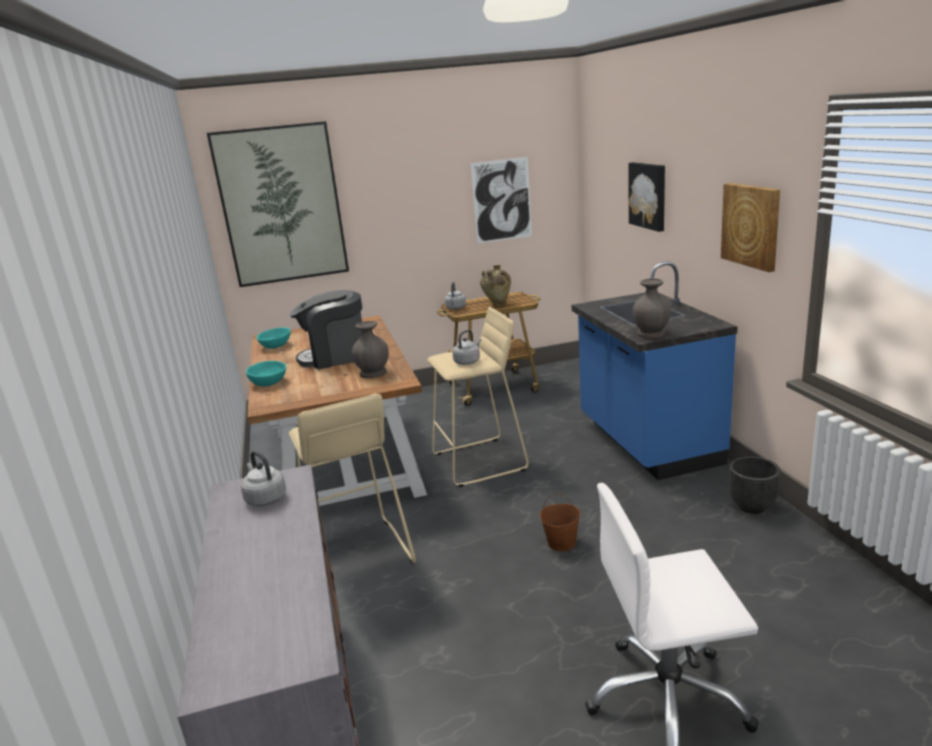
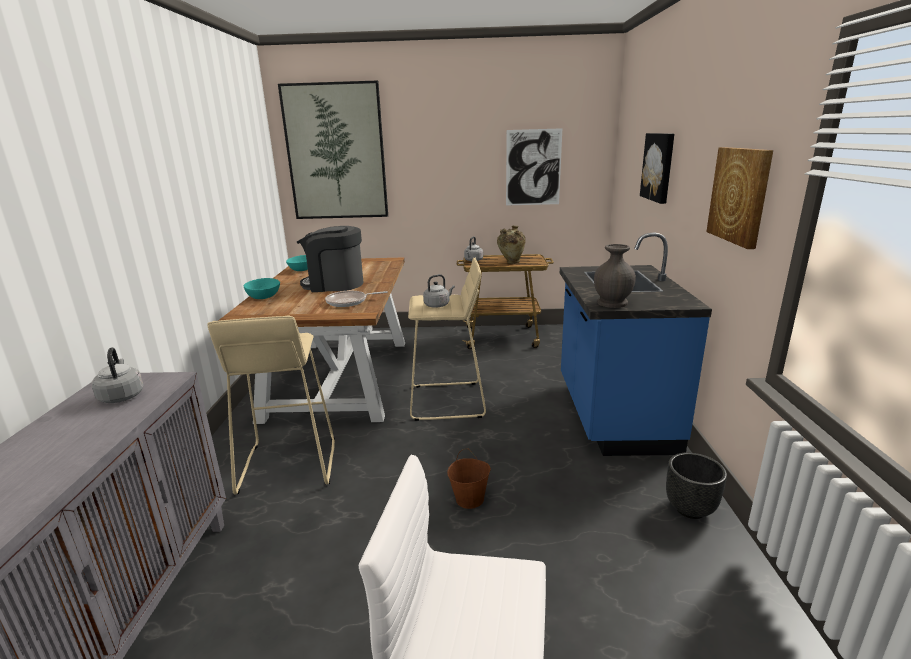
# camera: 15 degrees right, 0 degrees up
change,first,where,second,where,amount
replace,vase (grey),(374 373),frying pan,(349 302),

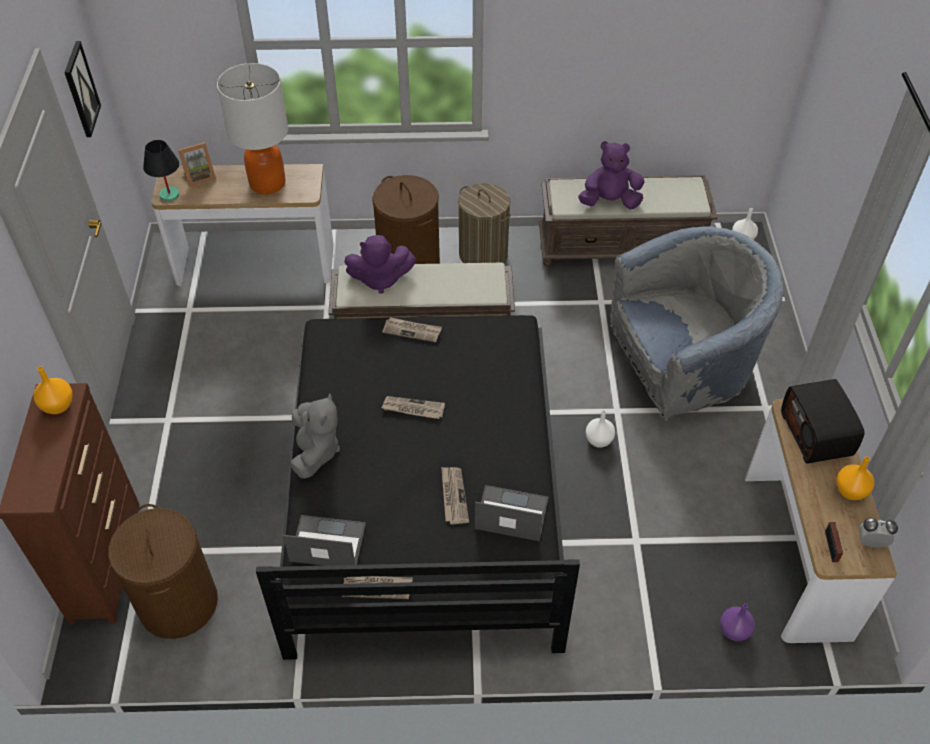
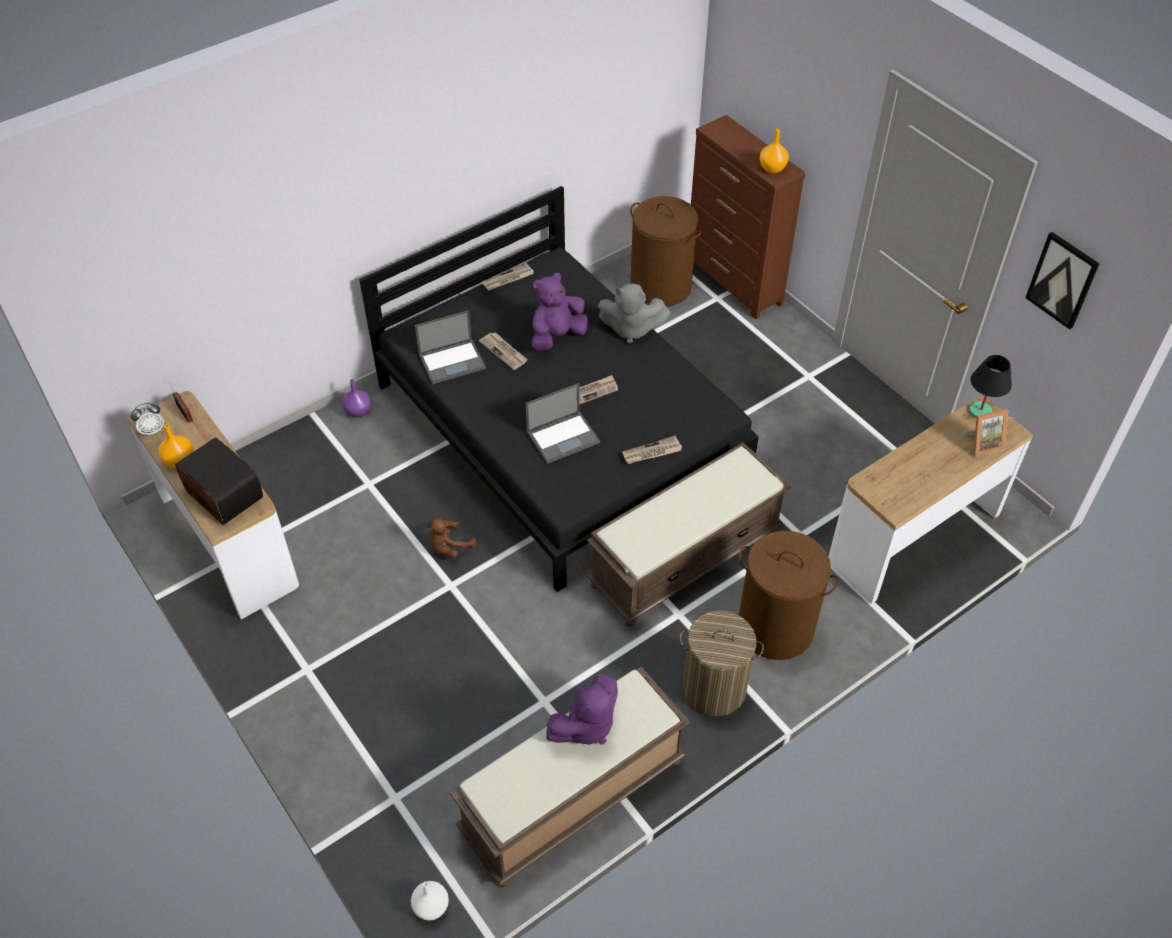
# camera: 145 degrees right, 0 degrees up
change,first,where,second,where,amount
move,vase (purple),(733 630),,(358 412),
replace,vase (white),(599 441),plush toy (brown),(449 548),
move,laptop,(327 543),,(564 437),
move,plush toy (purple),(380 279),,(557 336),
rotate,plush toy (grey),(315 452),,(631 329),45 degrees counterclockwise
rotate,picture frame,(199 177),,(982 444),135 degrees counterclockwise
delete,table lamp,(267 183),,,
delete,armchair (grey),(680 367),,,

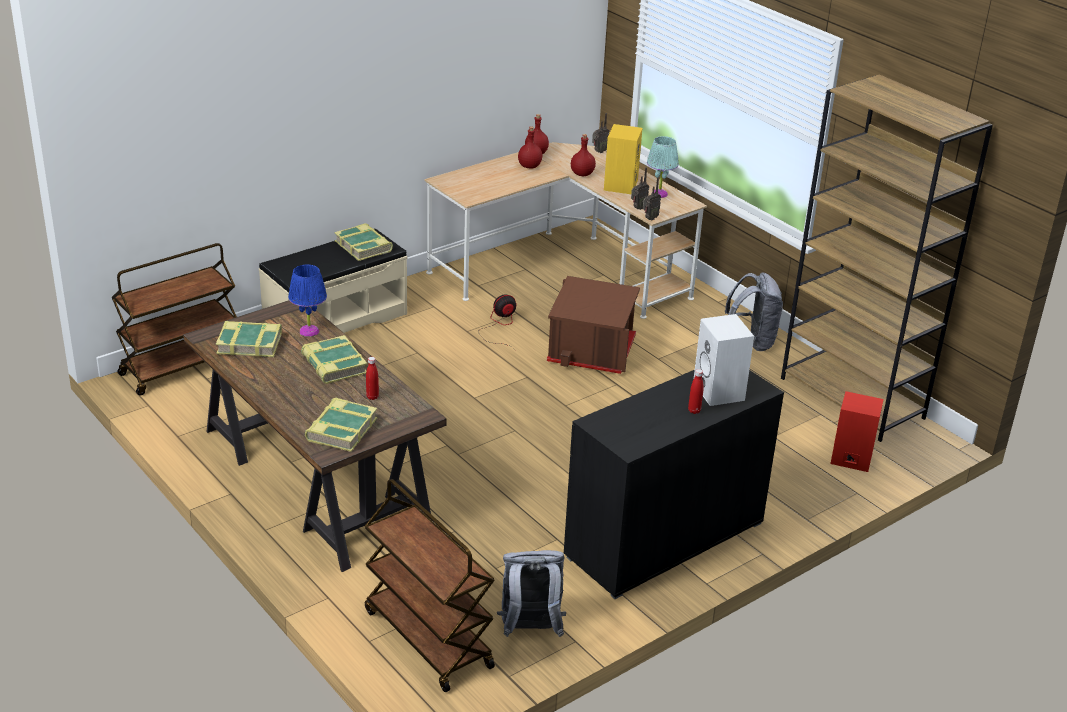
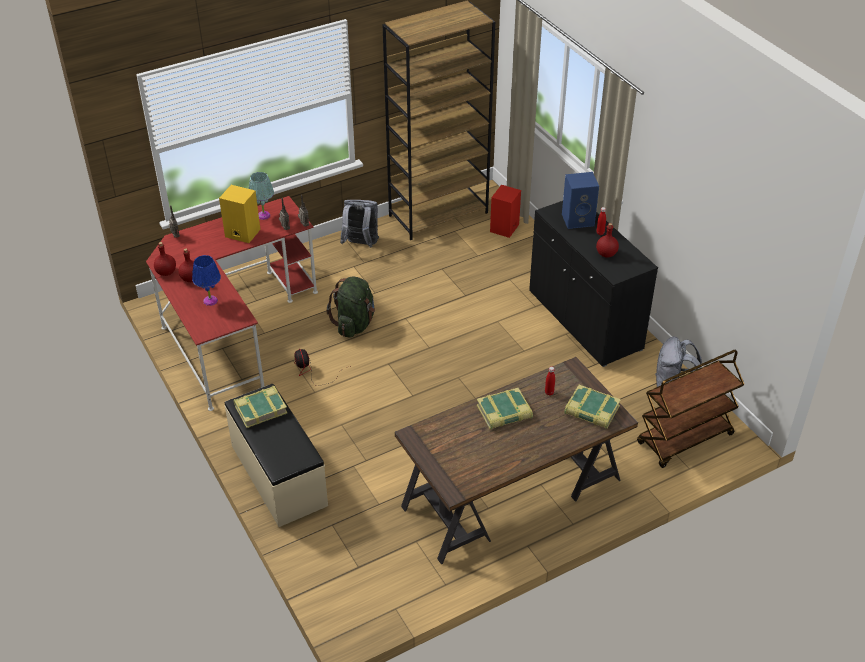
# camera: 80 degrees left, 10 degrees up
change,first,where,second,where,amount
recolor,desk (beige),(562 270),desk (red),(231 327),
move,table lamp (blue),(309 331),,(210 301),
replace,storage box (brown),(592 348),backpack (green),(355 324),
recolor,speaker (white),(720 392),speaker (blue),(578 219),
move,bottle (red),(582 174),,(606 254),
delete,cart (brown),(181 367),,,
delete,book,(250 343),,,

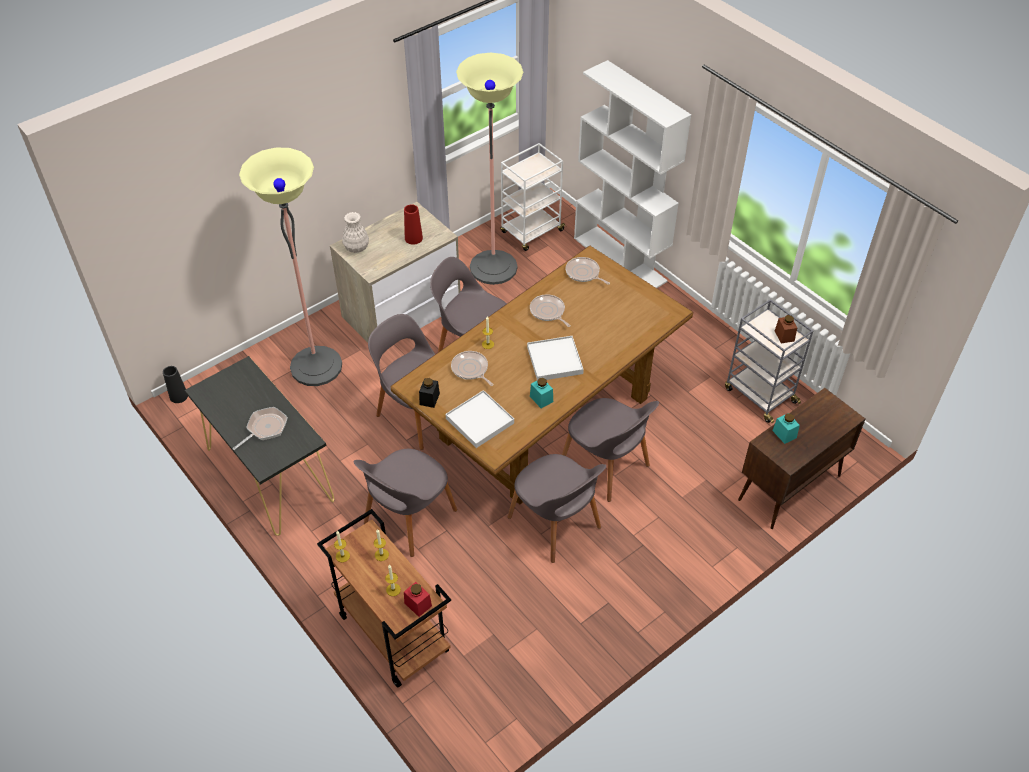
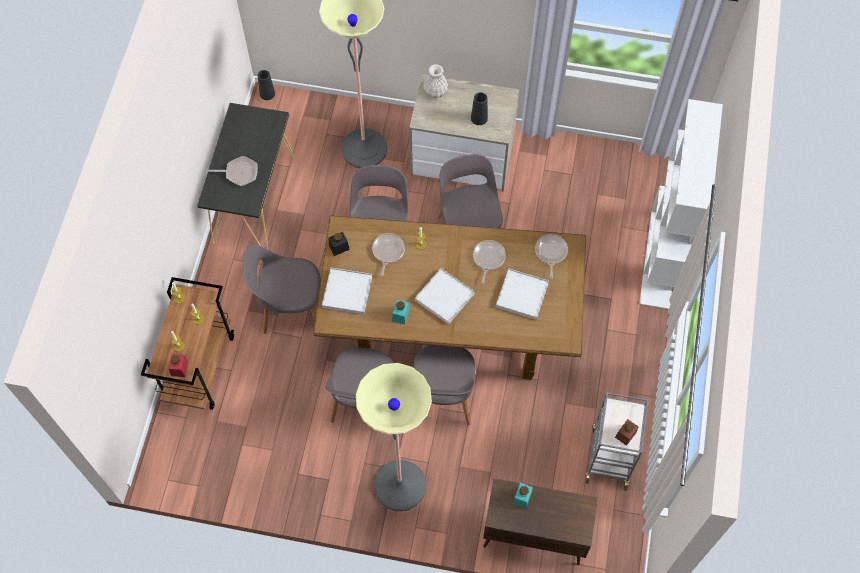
# camera: 50 degrees right, 15 degrees up
change,first,where,second,where,amount
move,floor lamp,(493 268),,(400 485),
recolor,vase (red),(413 238),vase (black),(479 118),
insert,,,tray (white),(522 295),
delete,cart (white),(531 232),,,

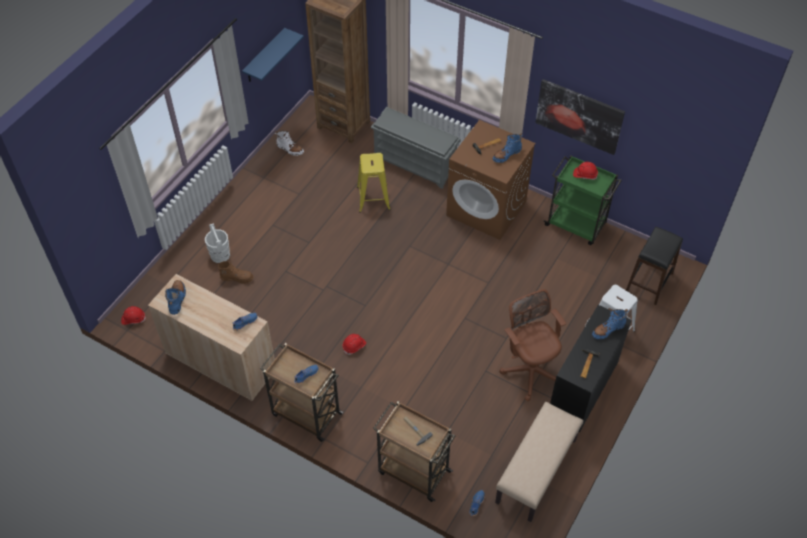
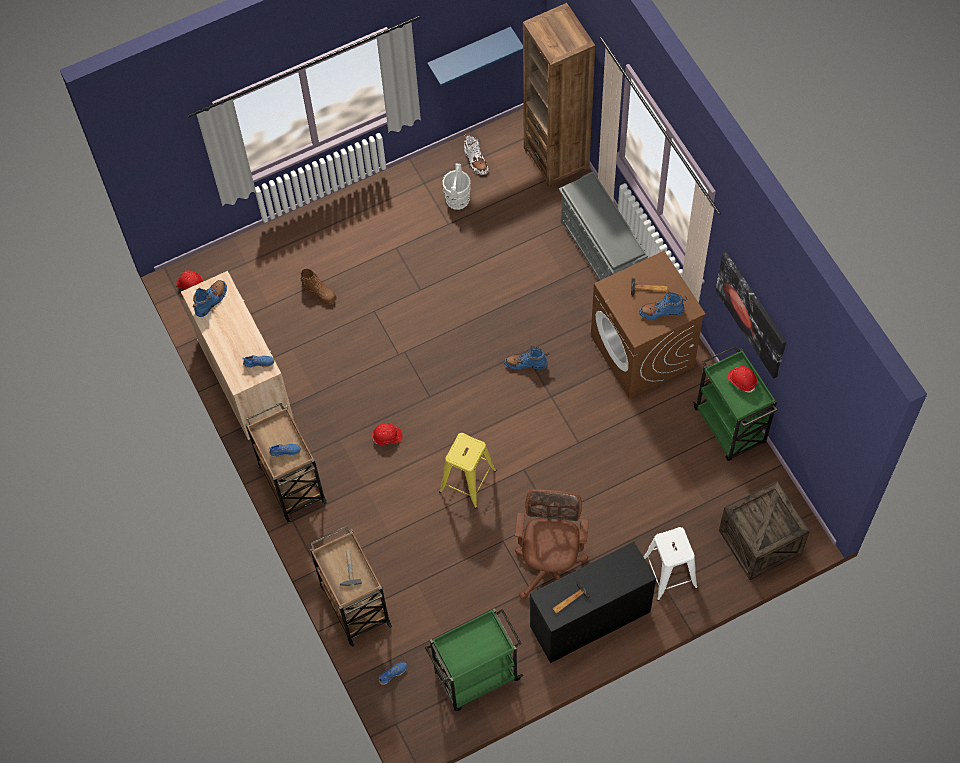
# camera: 35 degrees right, 10 degrees up
change,first,where,second,where,amount
replace,bench (beige),(536 471),cart (green),(476 677),
move,stool (yellow),(373 198),,(467 481),
move,bucket (white),(220 255),,(457 199),
move,boot (blue),(608 329),,(526 363),
replace,stool (black),(649 282),crate,(760 542),

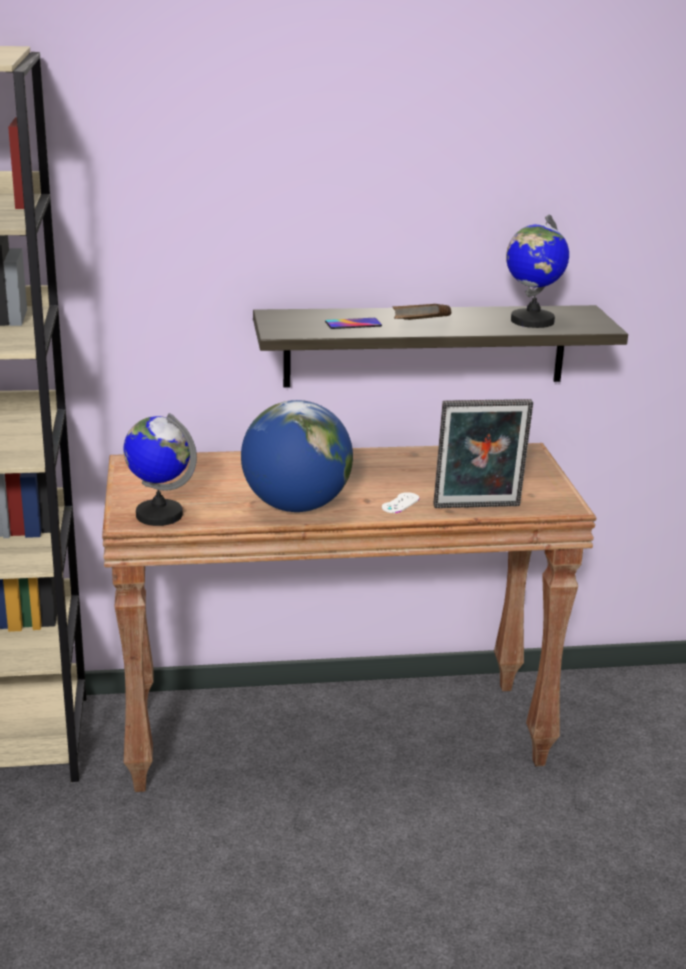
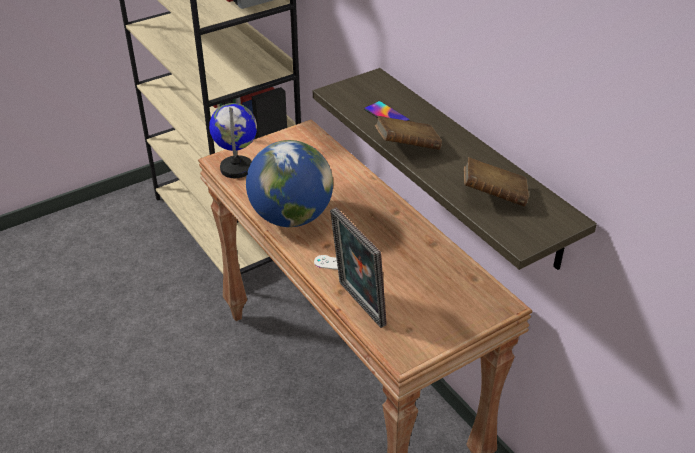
# camera: 65 degrees right, 15 degrees up
change,first,where,second,where,amount
replace,globe,(531 321),book (brown),(493 196),

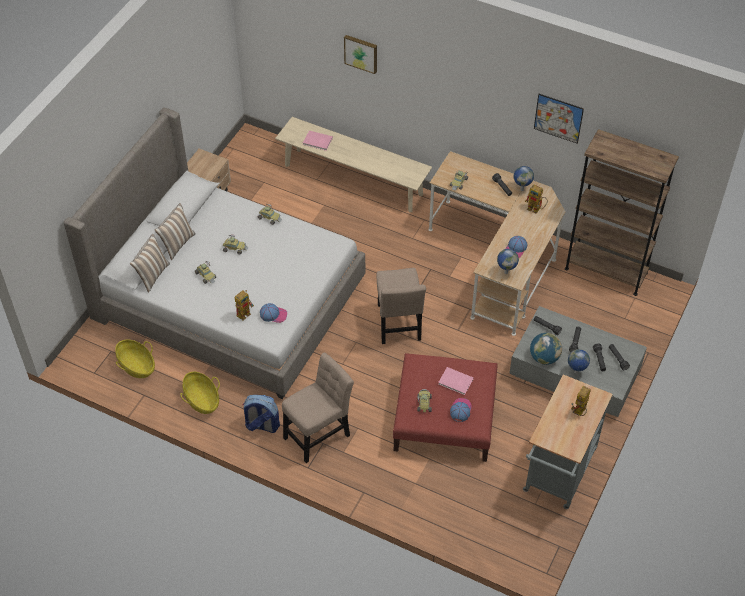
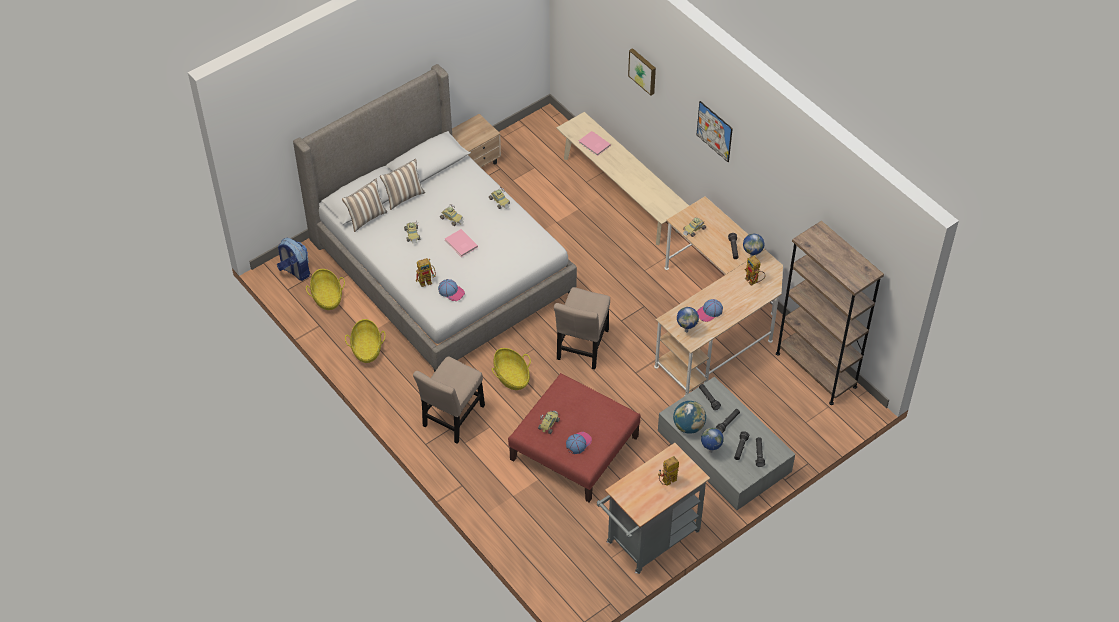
# camera: 25 degrees right, 0 degrees up
change,first,where,second,where,amount
move,backpack,(262 425),,(295 271),
rotate,chair (beige),(319 434),,(452 418),135 degrees clockwise
move,book (pink),(455 382),,(461 244),
insert,,,basket,(511 376),
move,picture,(558 118),,(714 131),

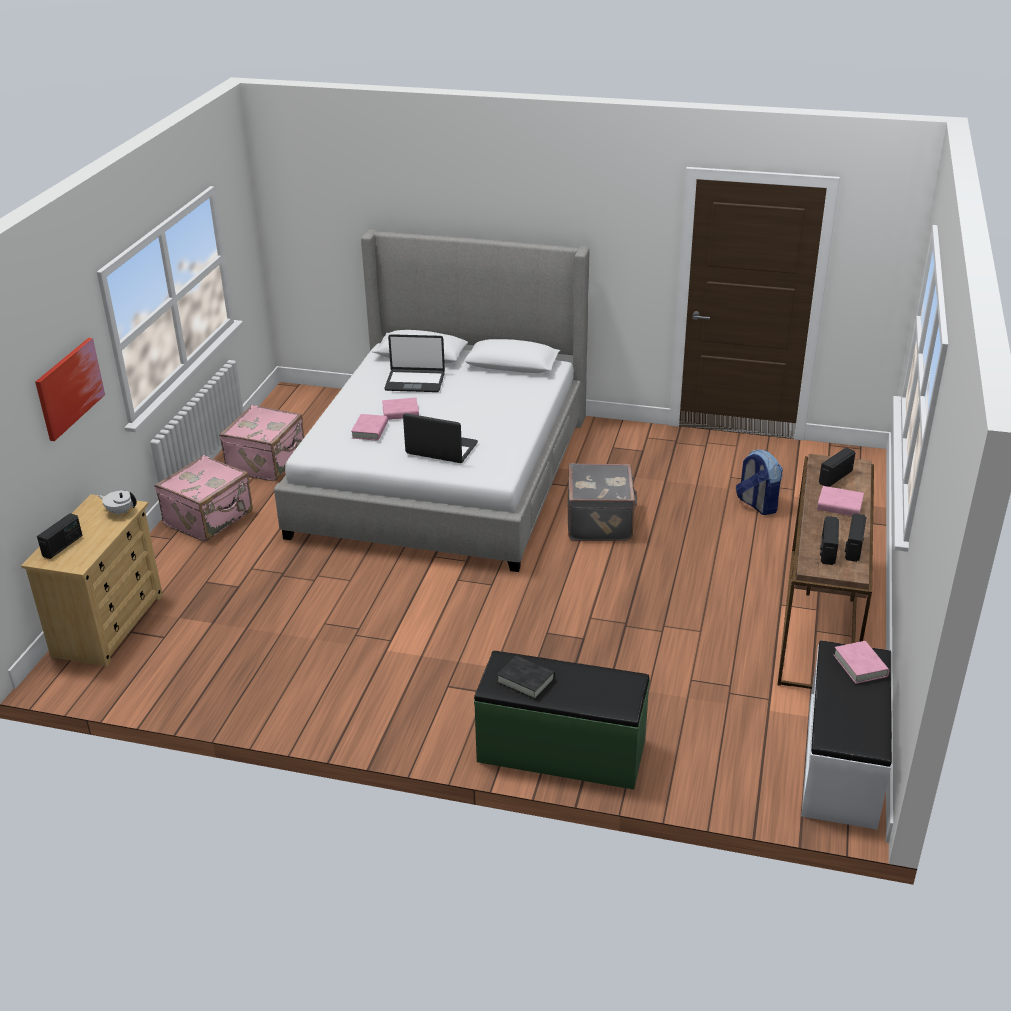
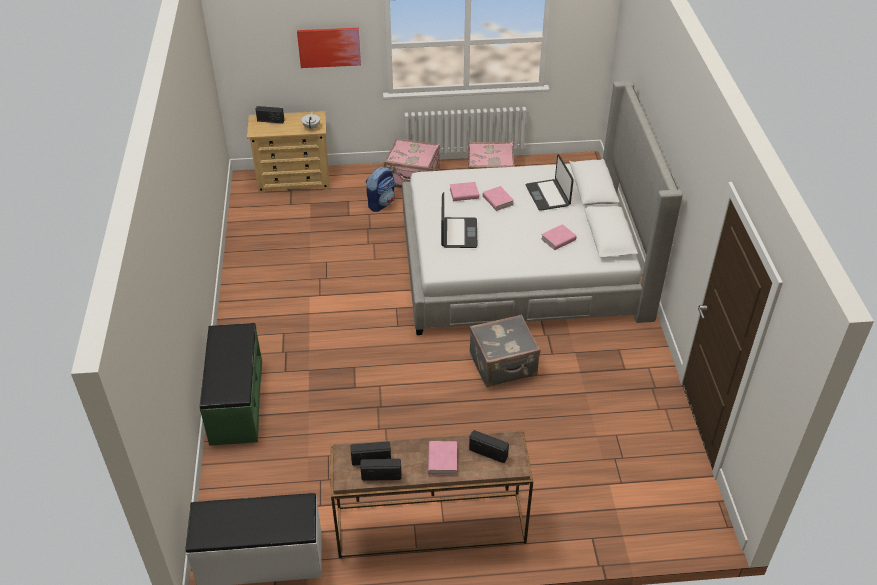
# camera: 70 degrees right, 10 degrees up
change,first,where,second,where,amount
move,backpack,(756 505),,(381 203),
move,book (pink),(860 666),,(558 240),
delete,book (black),(526 680),,,

